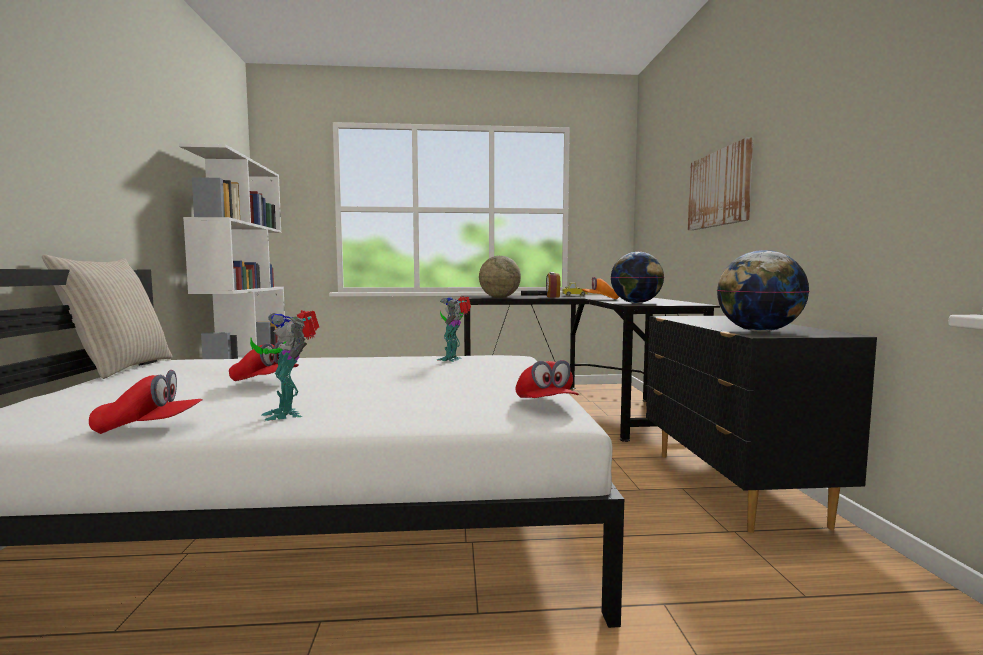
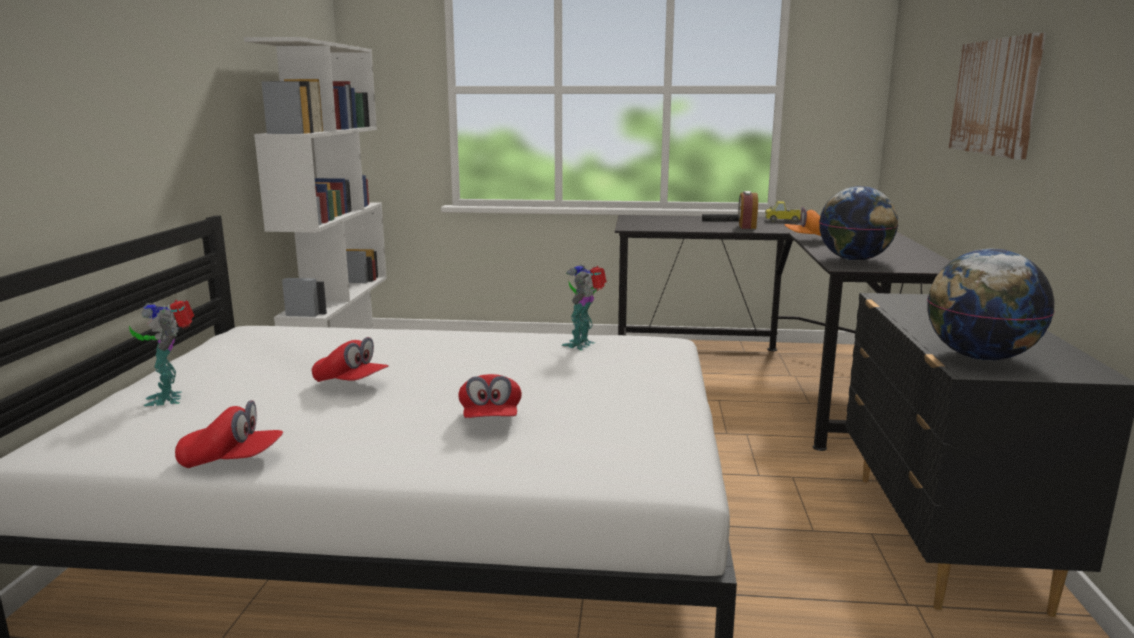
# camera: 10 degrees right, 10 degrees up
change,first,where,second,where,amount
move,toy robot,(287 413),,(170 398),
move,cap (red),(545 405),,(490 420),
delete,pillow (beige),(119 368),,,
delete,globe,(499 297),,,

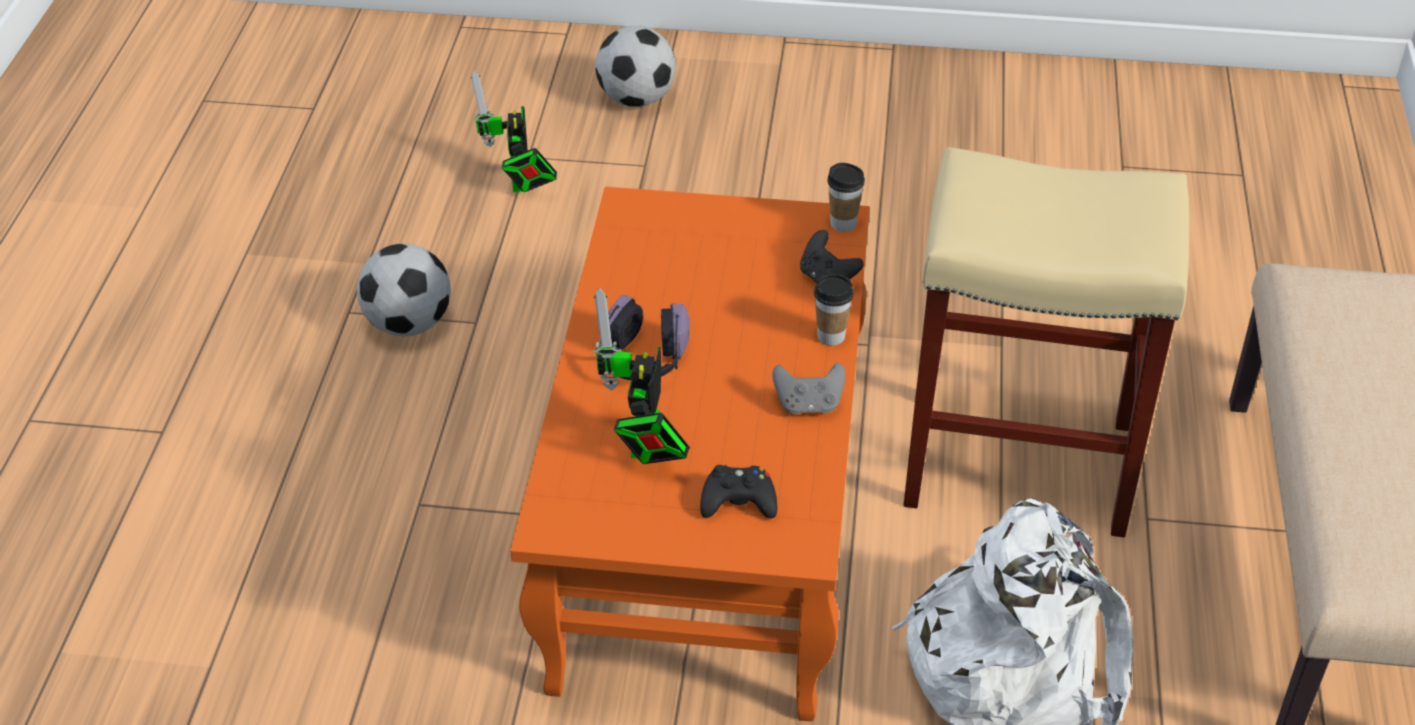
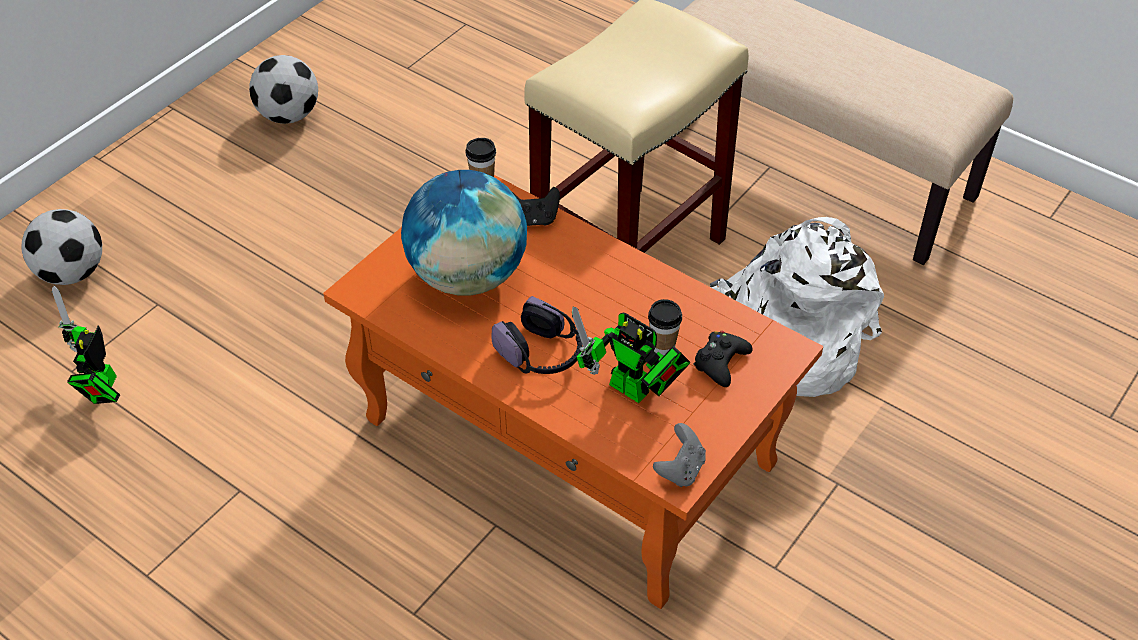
# camera: 60 degrees left, 5 degrees up
change,first,where,second,where,amount
rotate,toy robot,(520 185),,(102 391),75 degrees clockwise
move,football,(408 324),,(289 115),
insert,,,globe,(467 276),
move,cup,(831 336),,(662 349),
move,game controller (grey),(808 404),,(680 469),

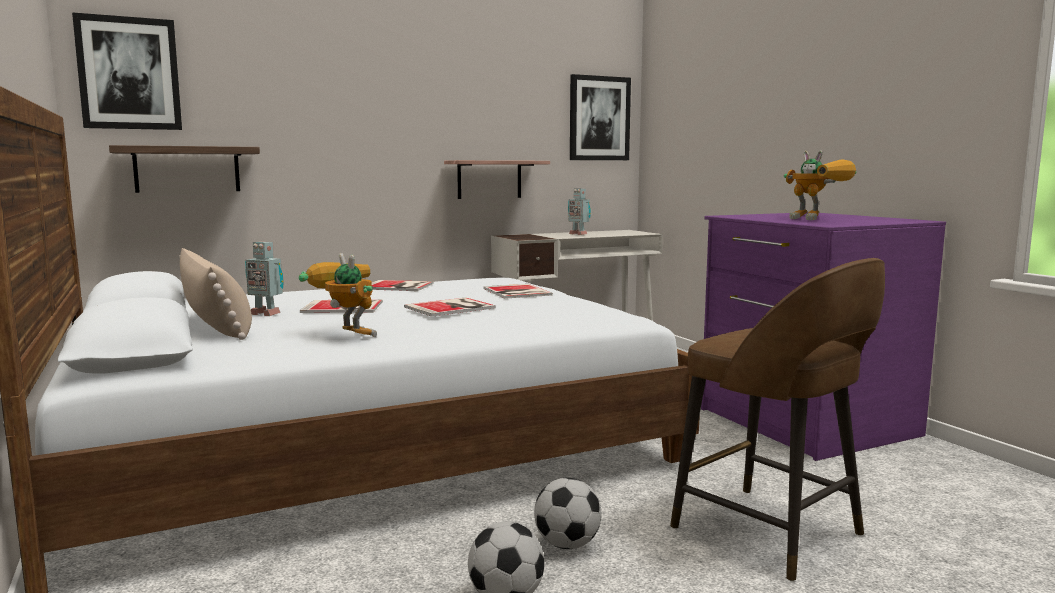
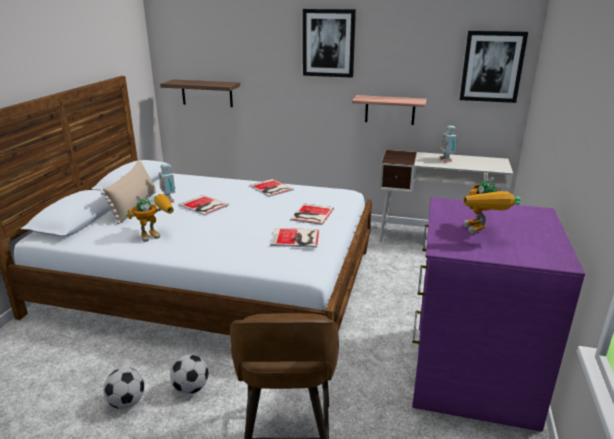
# camera: 40 degrees right, 15 degrees up
change,first,where,second,where,amount
rotate,toy robot,(345 335),,(156 234),60 degrees clockwise
move,book,(452 307),,(296 238),
move,picture,(129 73),,(328 43),

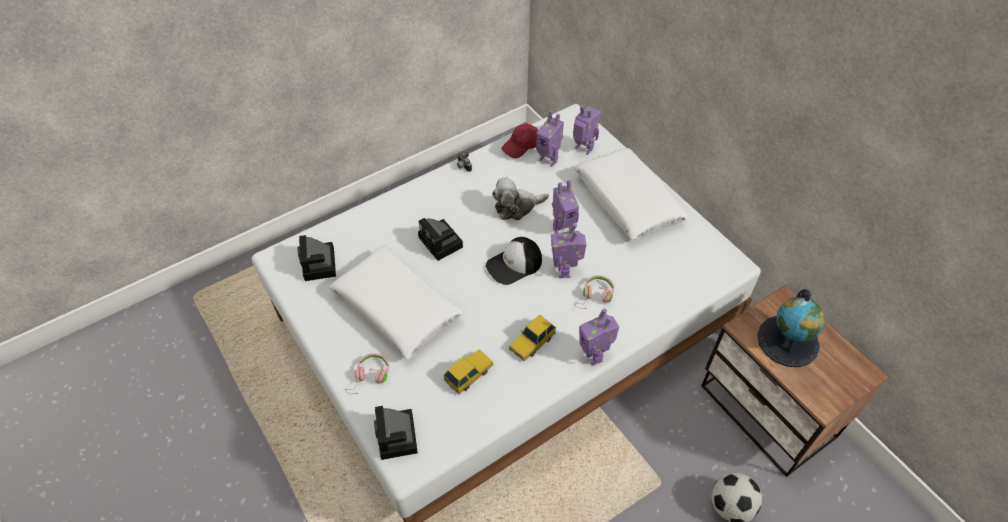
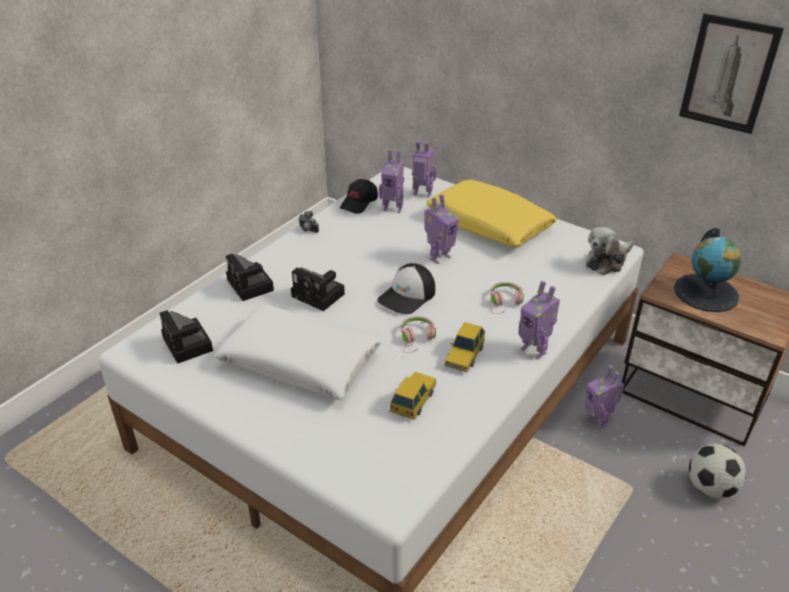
# camera: 20 degrees left, 15 degrees down
change,first,where,second,where,amount
move,photo camera,(398 438),,(251 286),
recolor,cap (red),(521 146),cap (black),(359 203),
move,headphones (pink),(369 377),,(416 339),
recolor,pillow (white),(627 201),pillow (yellow),(489 224),
move,toy robot,(565 270),,(597 421),
move,plush toy,(516 207),,(607 261),
insert,,,picture,(728 74),

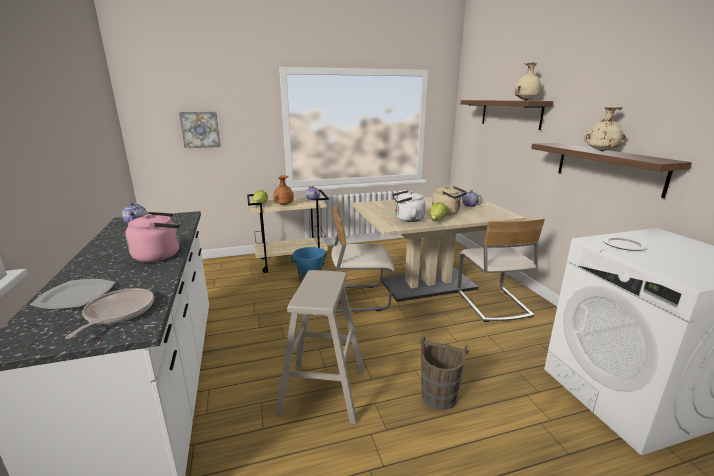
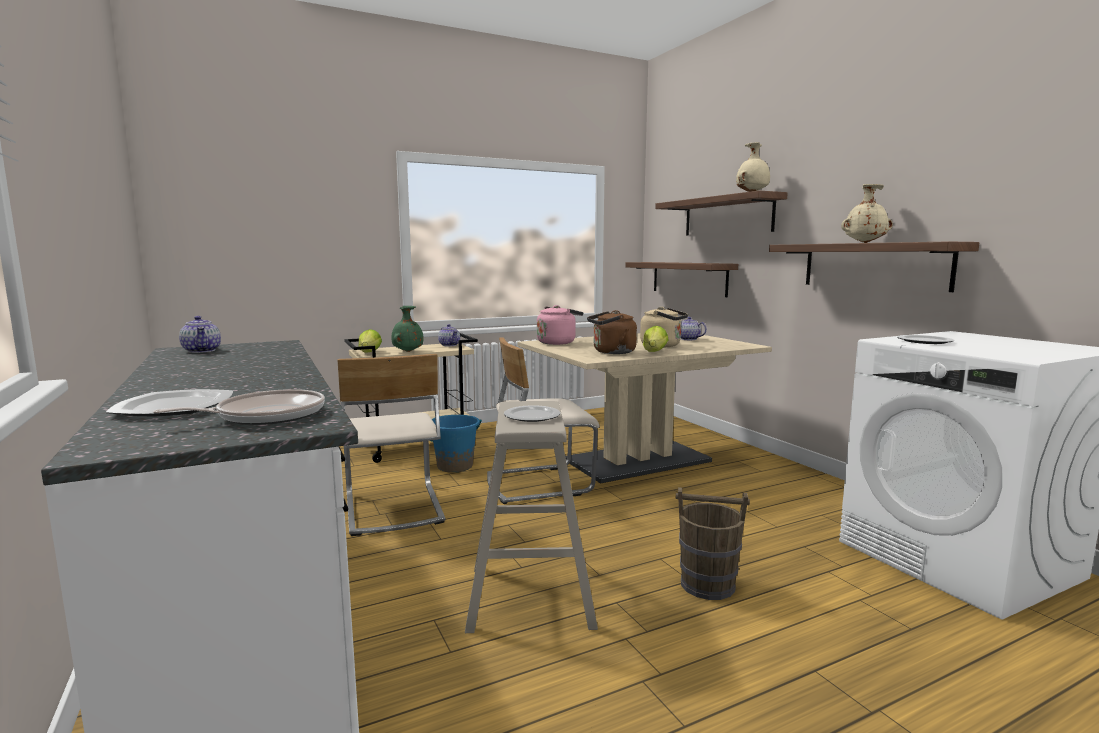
# camera: 10 degrees left, 10 degrees down
change,first,where,second,where,amount
rotate,frying pan,(117 313),,(265 416),60 degrees clockwise
move,chair (beige),(492 303),,(392 508),
recolor,vase (brown),(283 205),vase (green),(407 351),
insert,,,plate,(532 416),
move,kettle (pink),(160 255),,(557 342),
recolor,kettle (white),(407 219),kettle (brown),(611 352),
insert,,,shelf,(688 278),
delete,picture,(200 129),,,

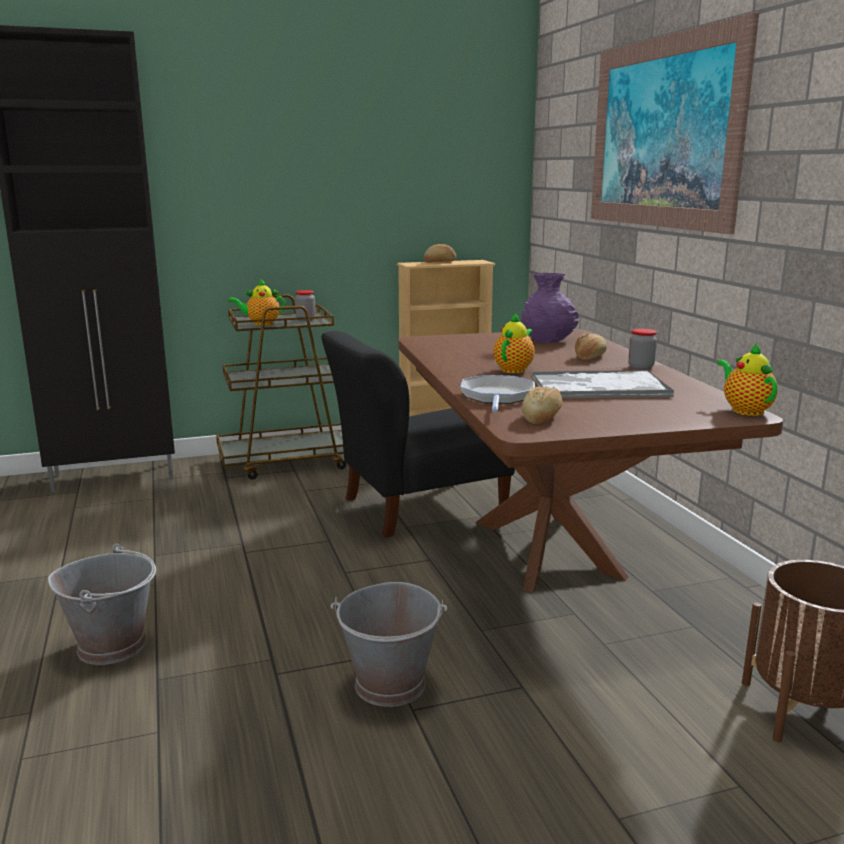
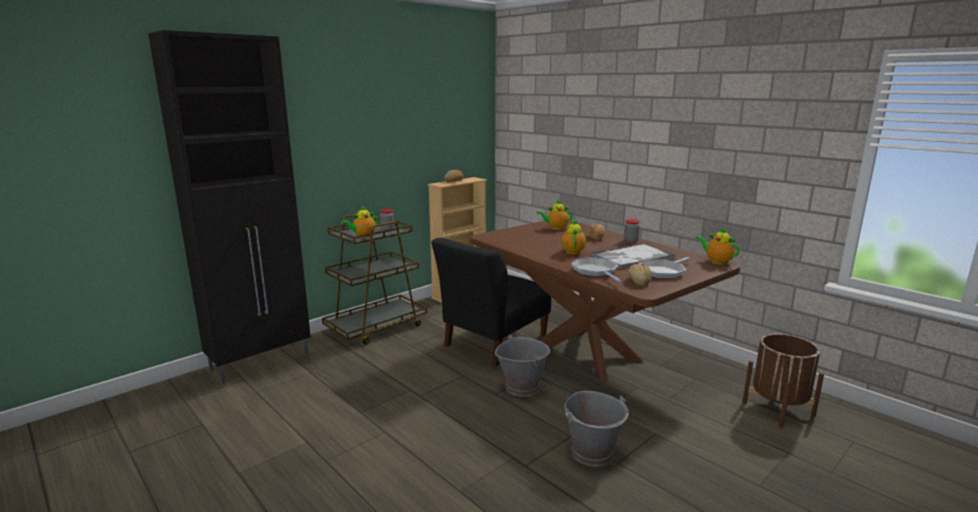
# camera: 25 degrees left, 0 degrees up
change,first,where,second,where,amount
move,bucket (grey),(112 645),,(522 387),
replace,vase (purple),(548 340),teapot,(555 228),
insert,,,frying pan,(663 272),
delete,picture,(662 133),,,

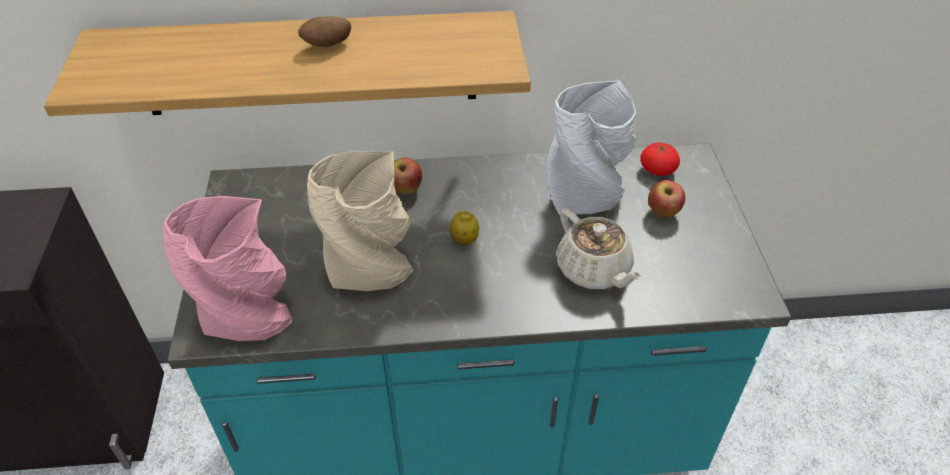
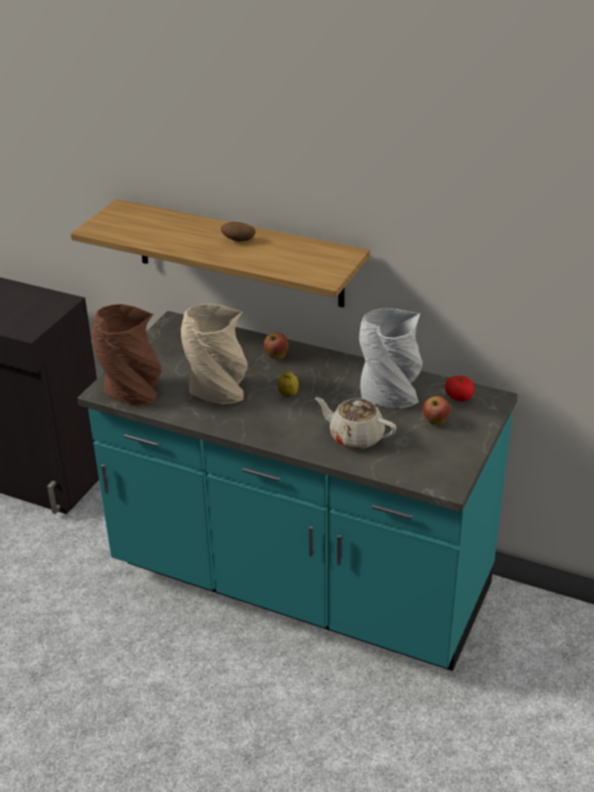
# camera: 30 degrees right, 10 degrees down
change,first,where,second,where,amount
recolor,vase (pink),(249 318),vase (brown),(132 392),
rotate,teapot (beige),(594 270),,(355 437),120 degrees clockwise

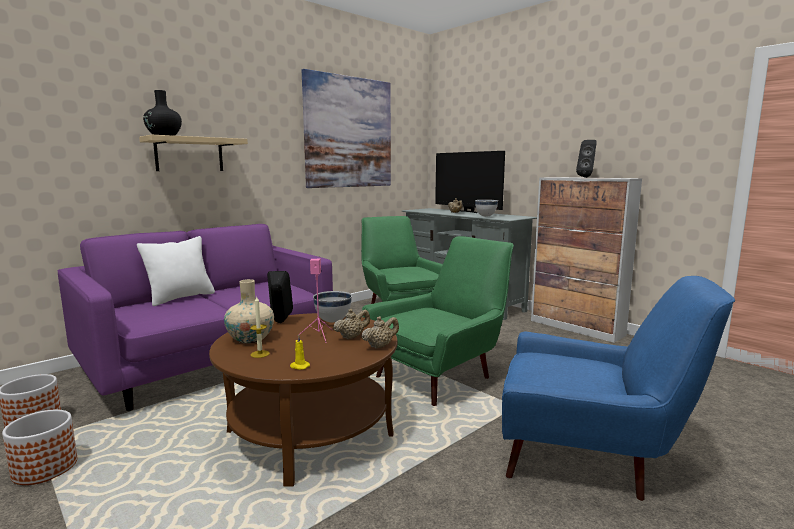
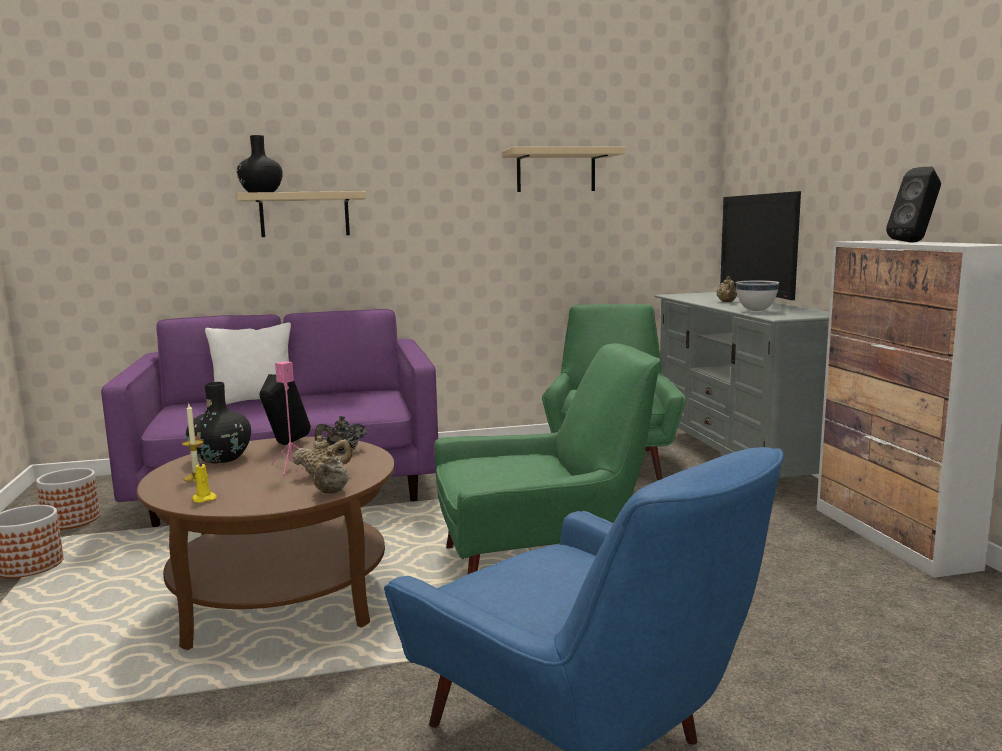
# camera: 30 degrees right, 0 degrees up
change,first,where,second,where,amount
recolor,vase (beige),(250 338),vase (black),(221 458),
rotate,teapot (beige),(380 346),,(331 492),105 degrees clockwise
replace,bowl (white),(333 321),teapot (black),(342 452),
replace,picture,(349 132),shelf (beige),(556 171),

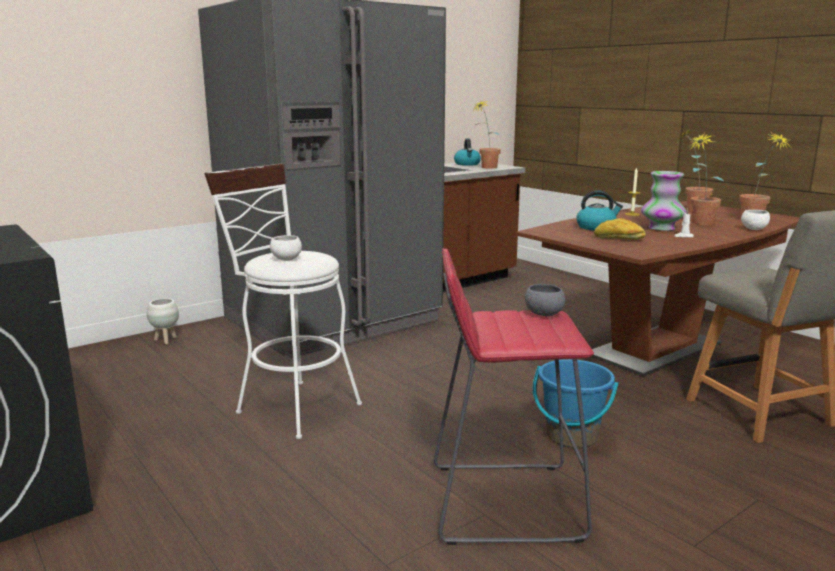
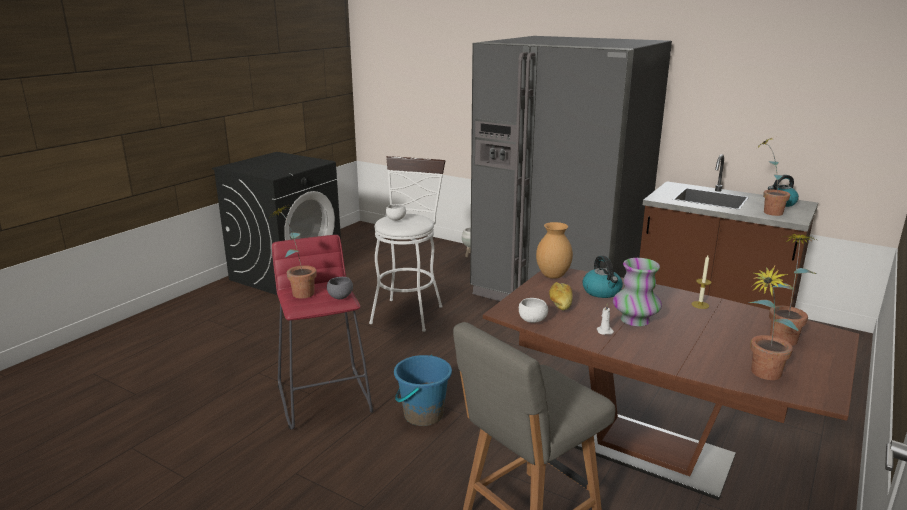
# camera: 70 degrees right, 5 degrees up
change,first,where,second,where,amount
move,potted plant,(698 223),,(298 292),
move,bowl (white),(753 229),,(532 320),
insert,,,vase (brown),(553 276),

